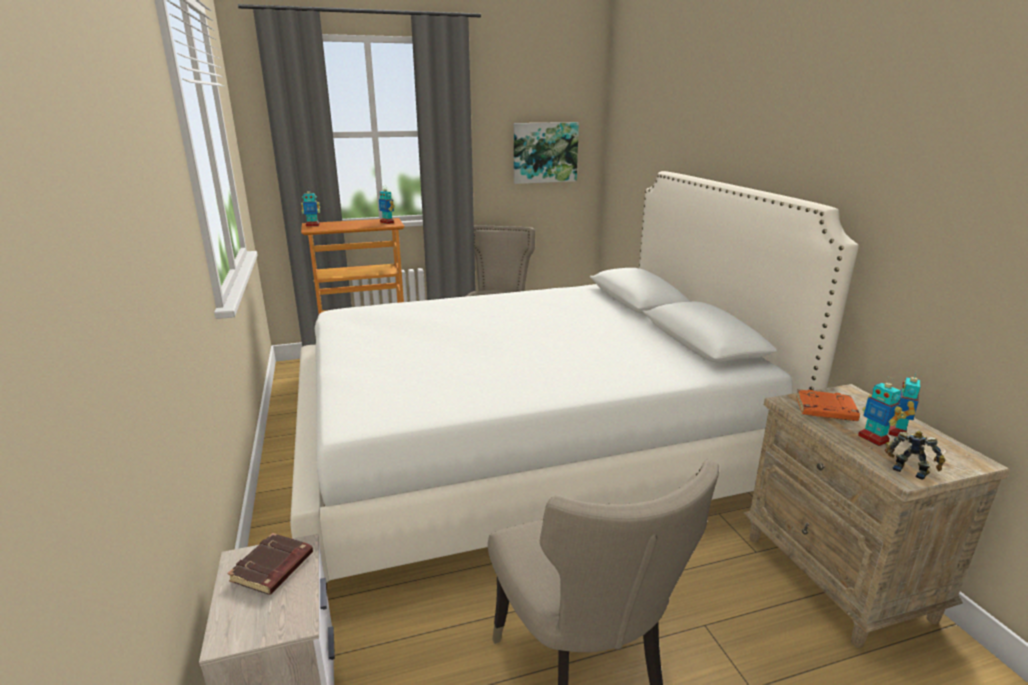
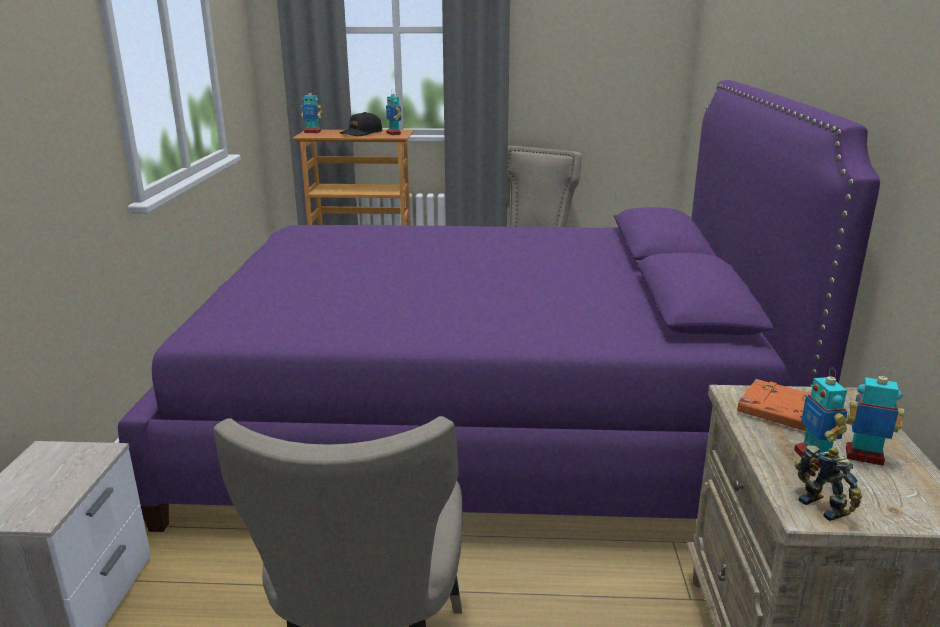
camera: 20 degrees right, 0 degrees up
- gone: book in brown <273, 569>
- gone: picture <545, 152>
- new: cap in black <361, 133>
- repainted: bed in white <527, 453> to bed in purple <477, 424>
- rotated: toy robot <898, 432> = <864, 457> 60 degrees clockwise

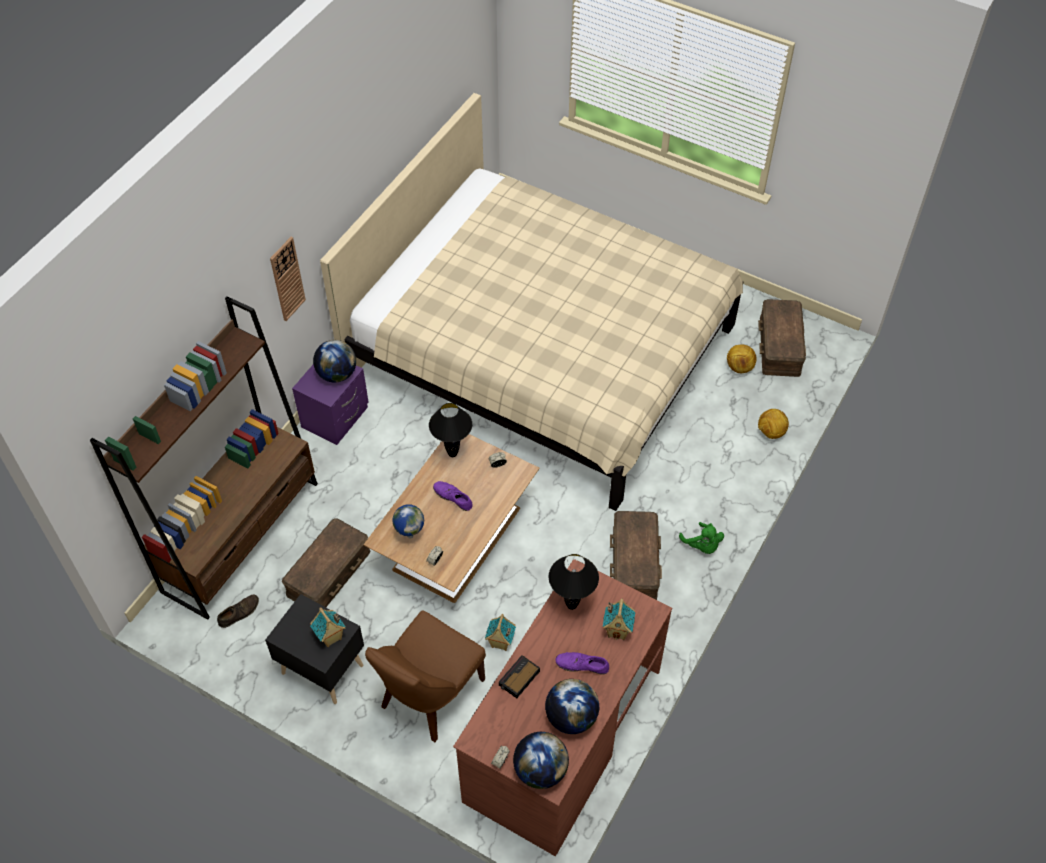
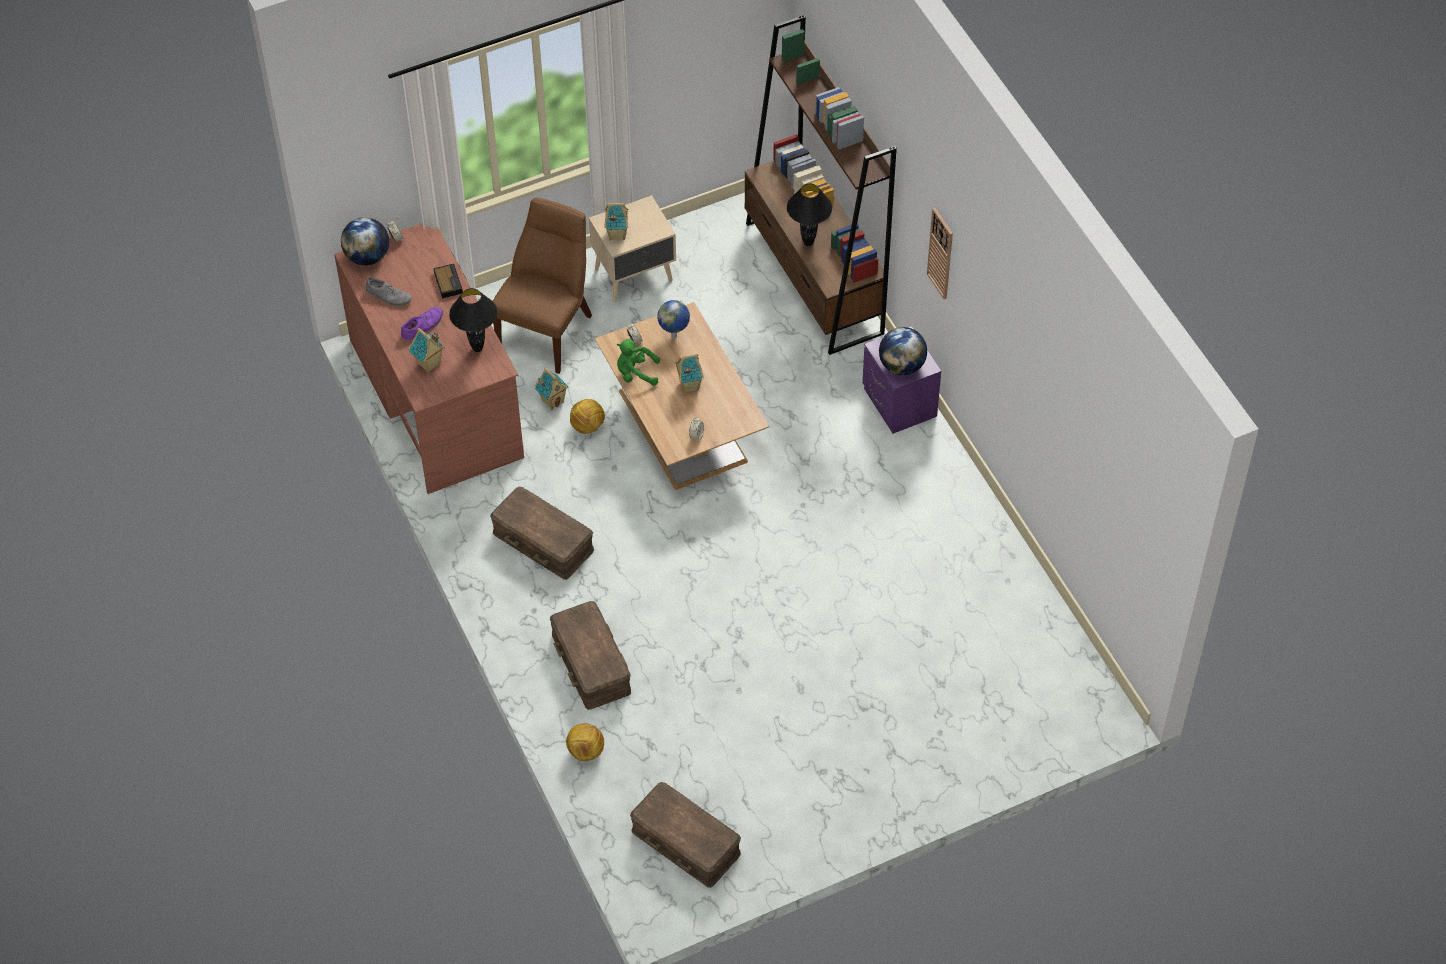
camera: 125 degrees right, 0 degrees up
- gone: shoe in brown <239, 613>
- gone: bed in beige <542, 353>
- shifted: storage box in brown <329, 573> to <590, 663>
- shifted: table lamp in black <452, 454> to <808, 242>
- shifted: plush toy in green <702, 545> to <636, 373>
- shifted: football <739, 367> to <588, 426>
- swapped: shoe in purple <453, 497> to toy house <688, 385>
- swapped: globe <571, 717> to shoe in grey <389, 296>
- repainted: nightstand in black <322, 667> to nightstand in beige <635, 276>
- rotated: chair in brown <429, 696> = <548, 330> 45 degrees clockwise

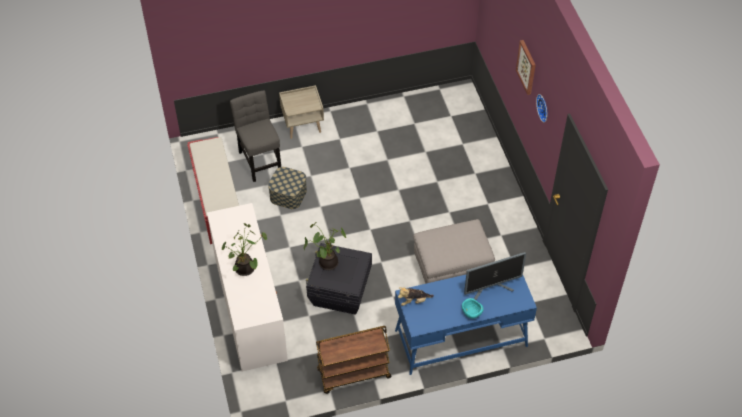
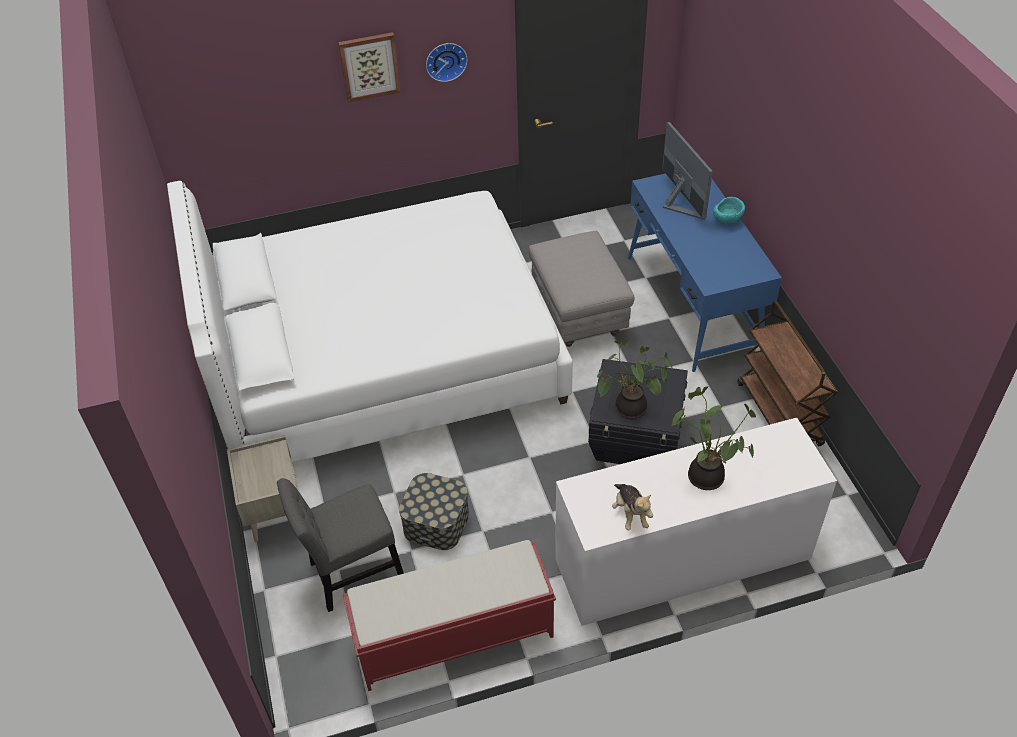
camera: 90 degrees left, 5 degrees down
- new: bed in white <384, 360>
- shifted: plush toy <414, 301> to <630, 513>

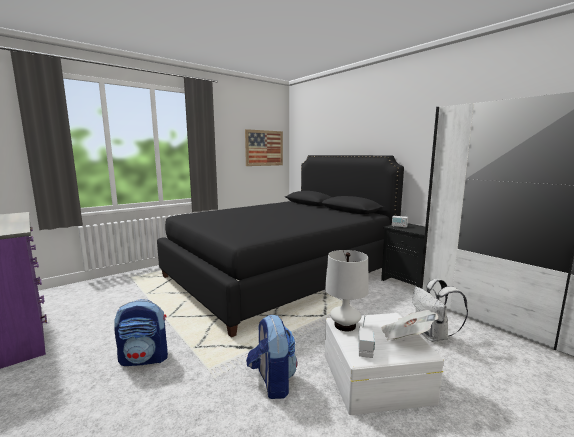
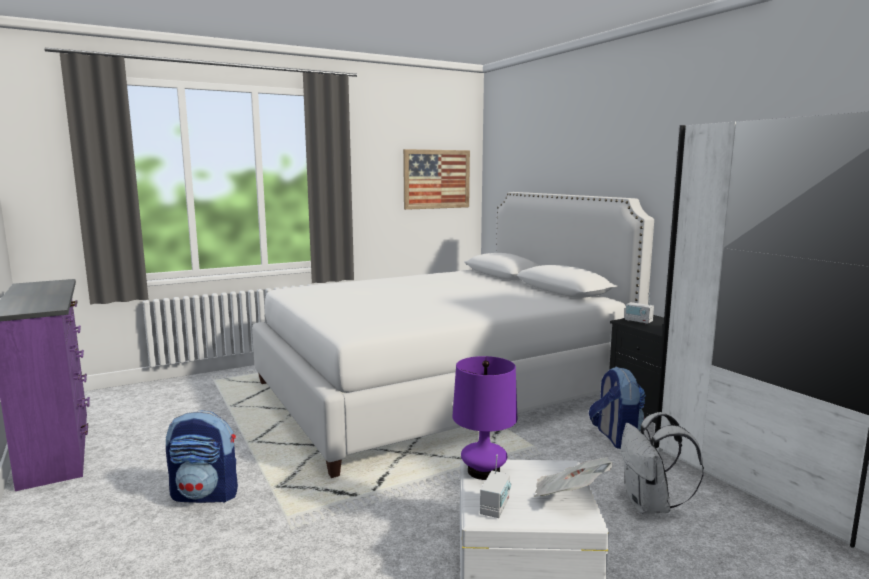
camera: 10 degrees right, 0 degrees up
- shifted: backpack <272, 382> to <615, 438>
- repainted: bed in black <280, 274> to bed in white <441, 390>
- repainted: table lamp in white <345, 325> to table lamp in purple <483, 471>

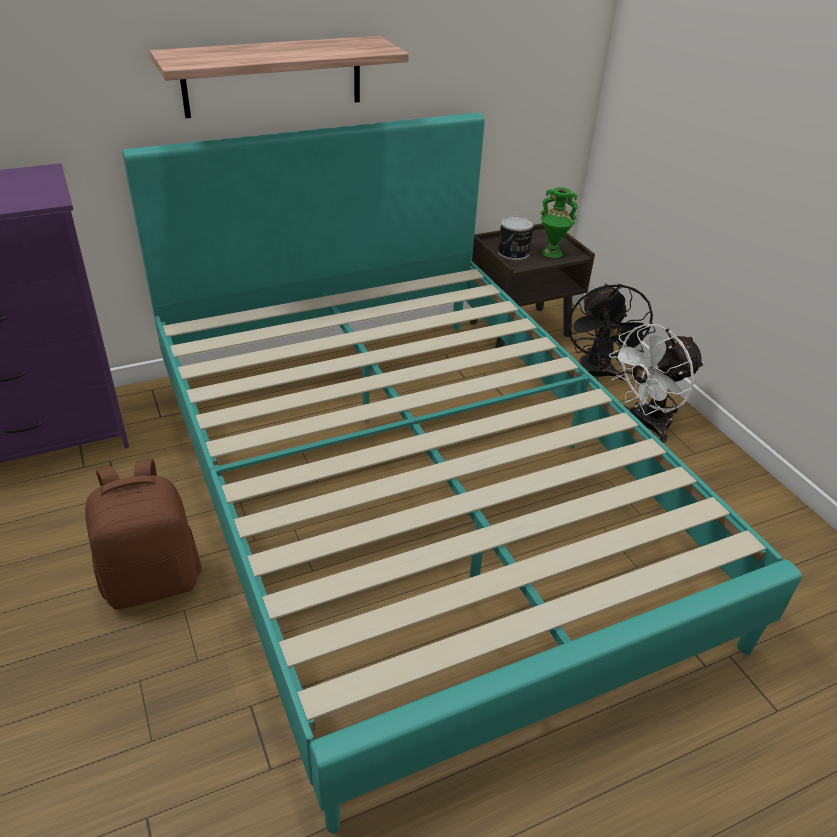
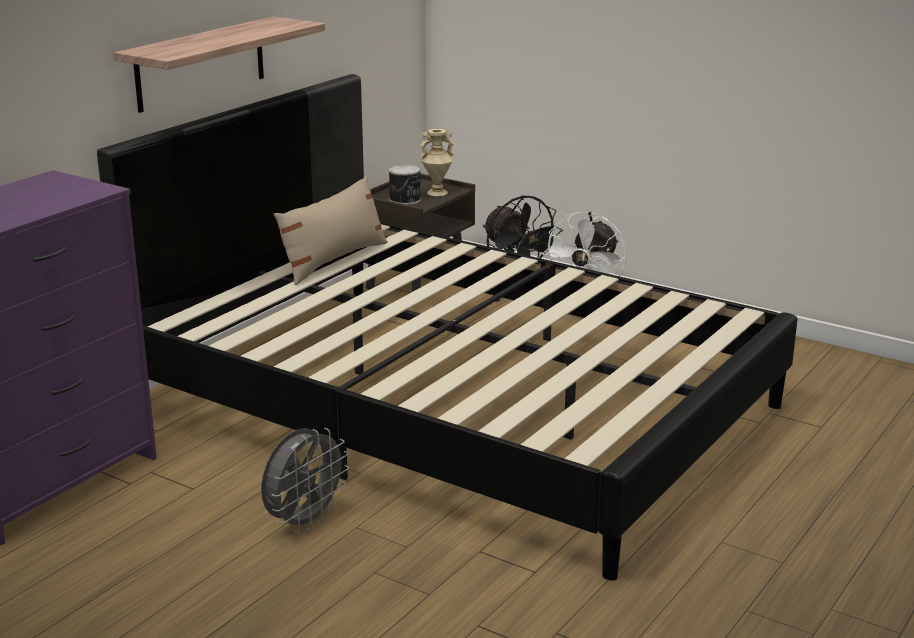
camera: 30 degrees left, 15 degrees down
- new: pillow in beige <333, 260>
- swapped: backpack in brown <153, 580> to fan in grey <304, 522>
- repainted: bed in turquoise <415, 493> to bed in black <456, 405>
- repainted: vase in green <552, 253> to vase in beige <437, 193>

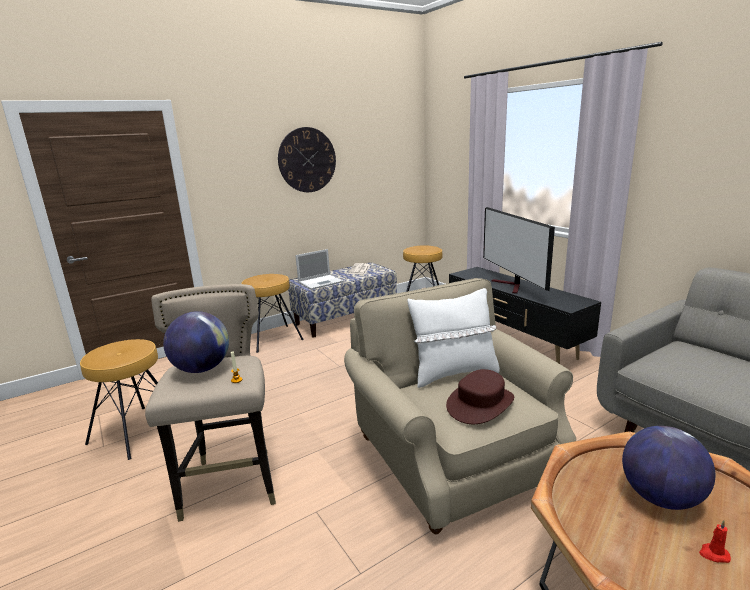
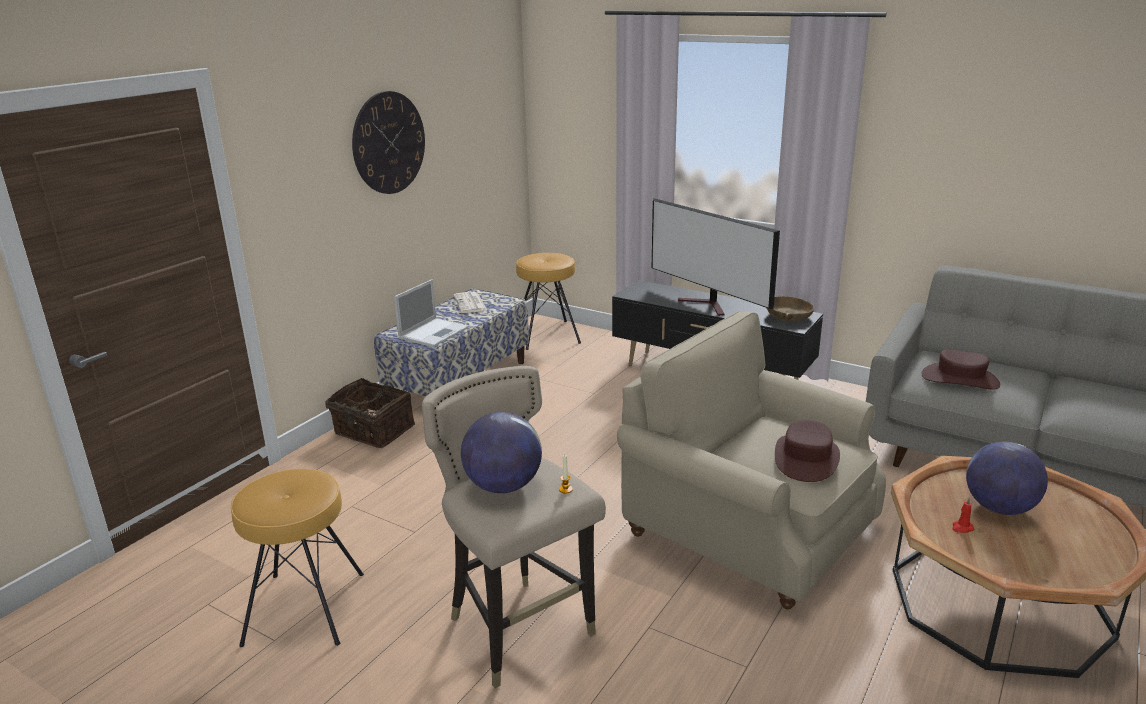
camera: 25 degrees left, 5 degrees up
- gone: pillow in white <453, 374>
- new: bowl in brown <788, 316>
- new: hat in brown <960, 379>
- shifted: candle in red <713, 554> to <962, 528>
- swapped: stool in brown <272, 338> to basket <372, 431>

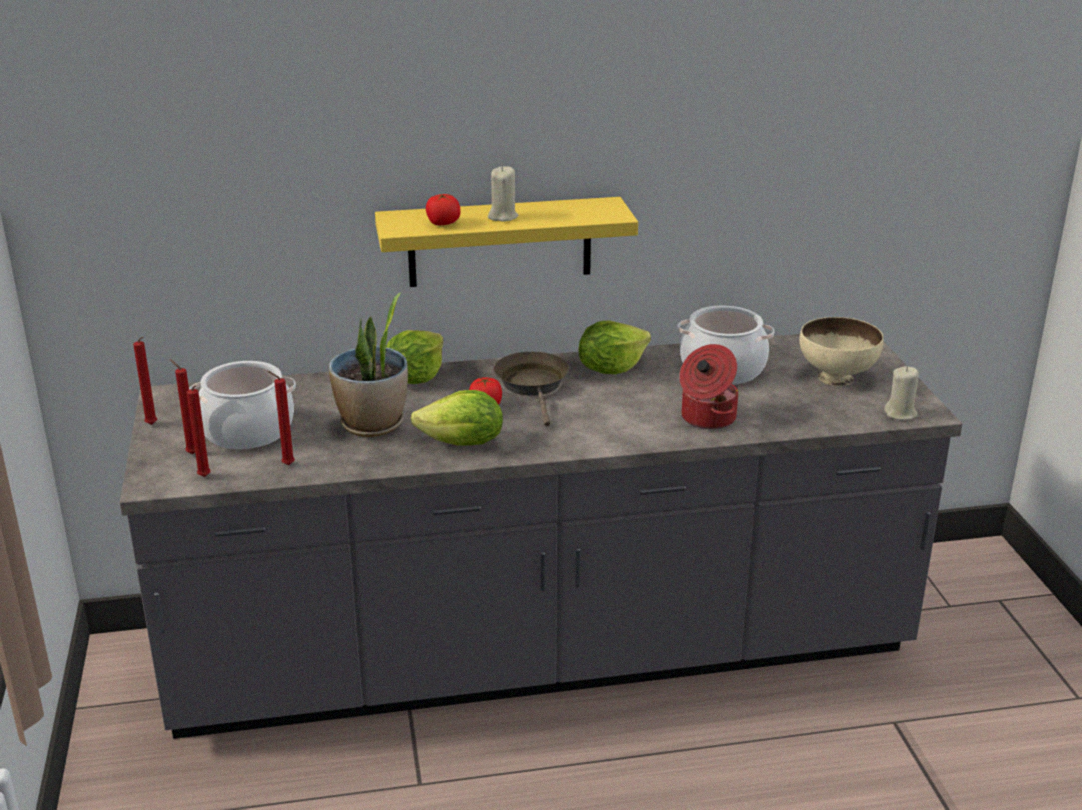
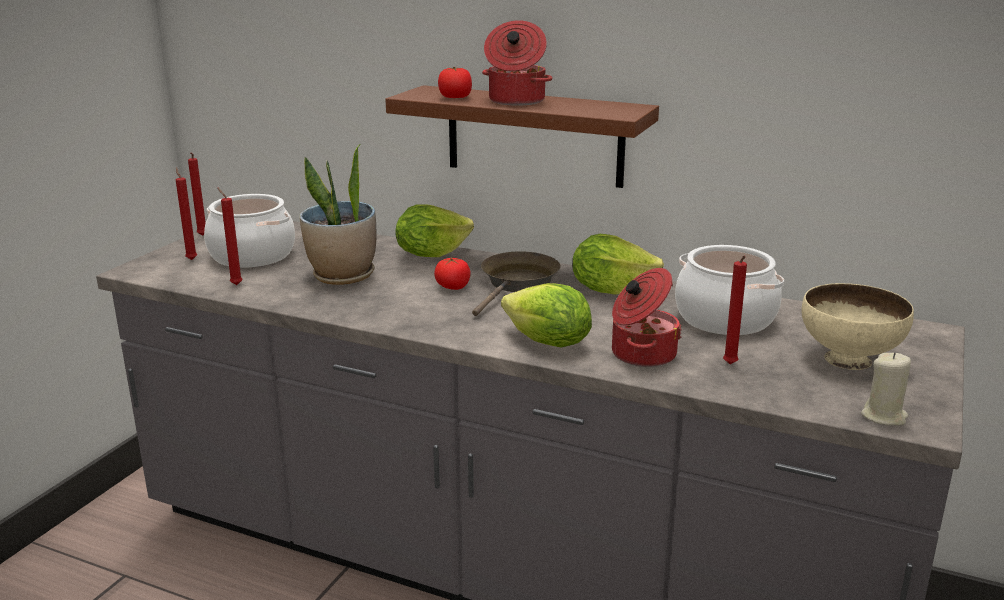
camera: 35 degrees right, 5 degrees down
- shifted: candle in red <205, 478> to <730, 365>
- shifted: lettuce <463, 444> to <548, 343>
- swapped: candle in beige <503, 216> to cooking pot <515, 101>
- repainted: shelf in yellow <500, 242> to shelf in brown <534, 136>

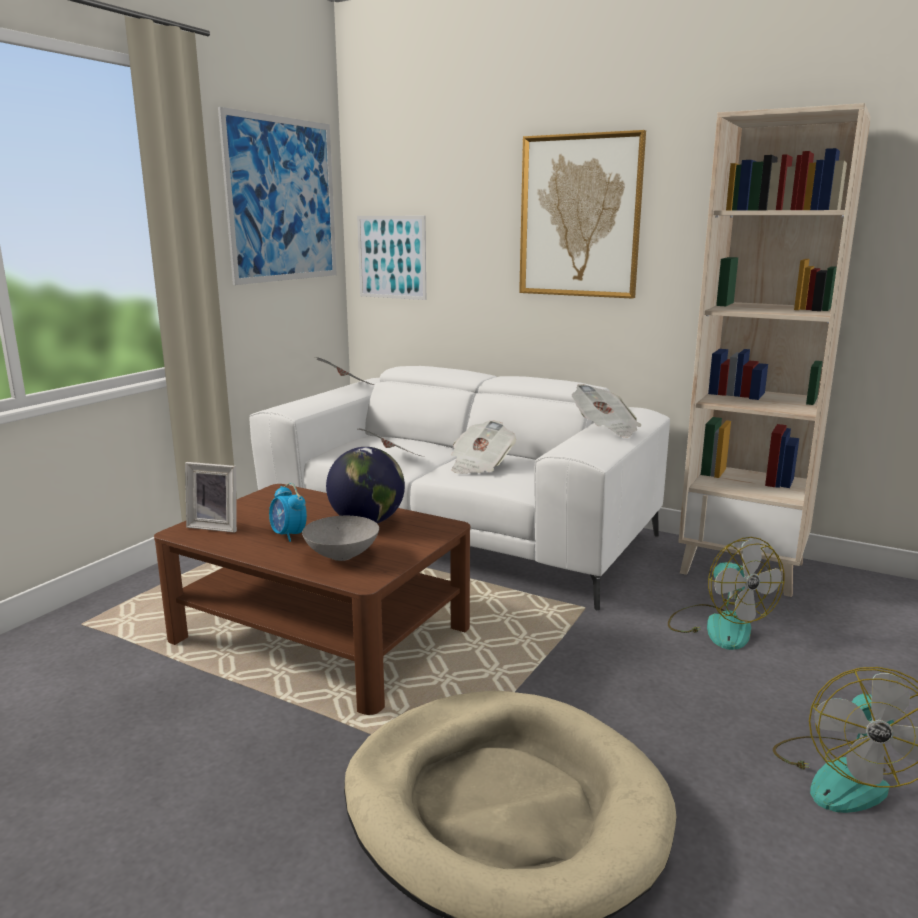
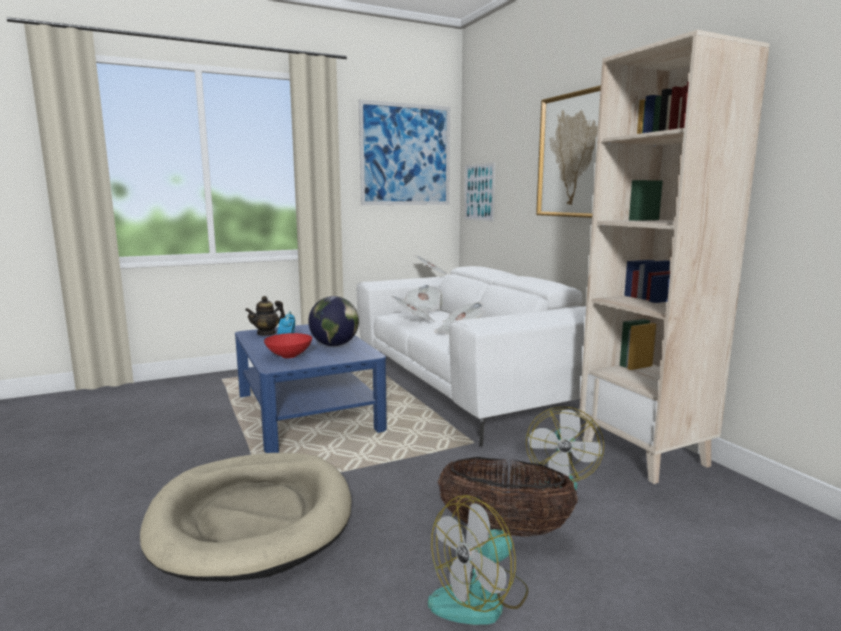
camera: 35 degrees right, 5 degrees down
- new: basket <504, 530>
- shifted: newspaper <605, 429> to <424, 309>
- swapped: picture frame <216, 526> to teapot <267, 333>
- repainted: coffee table in brown <321, 633> to coffee table in blue <308, 411>
- repainted: bowl in grey <343, 556> to bowl in red <289, 356>

